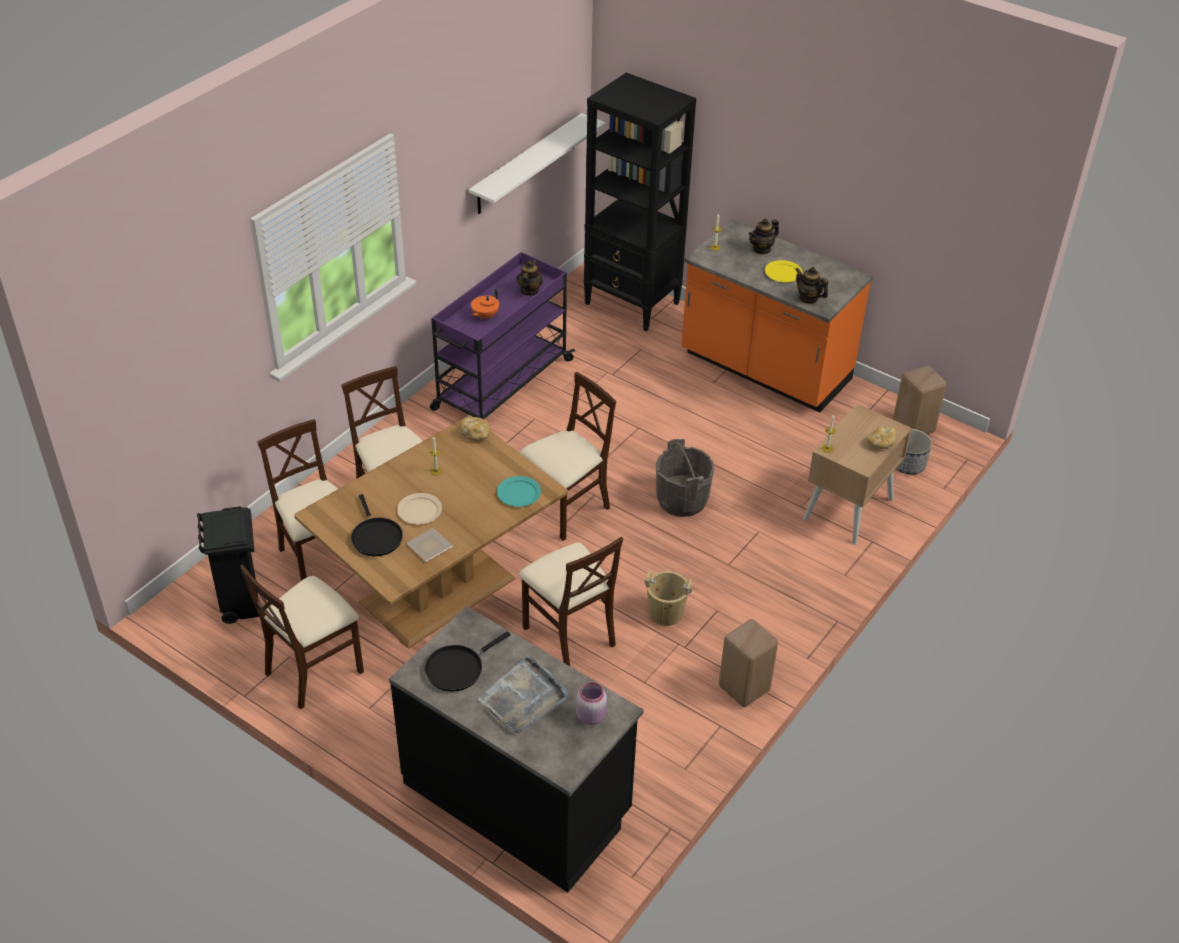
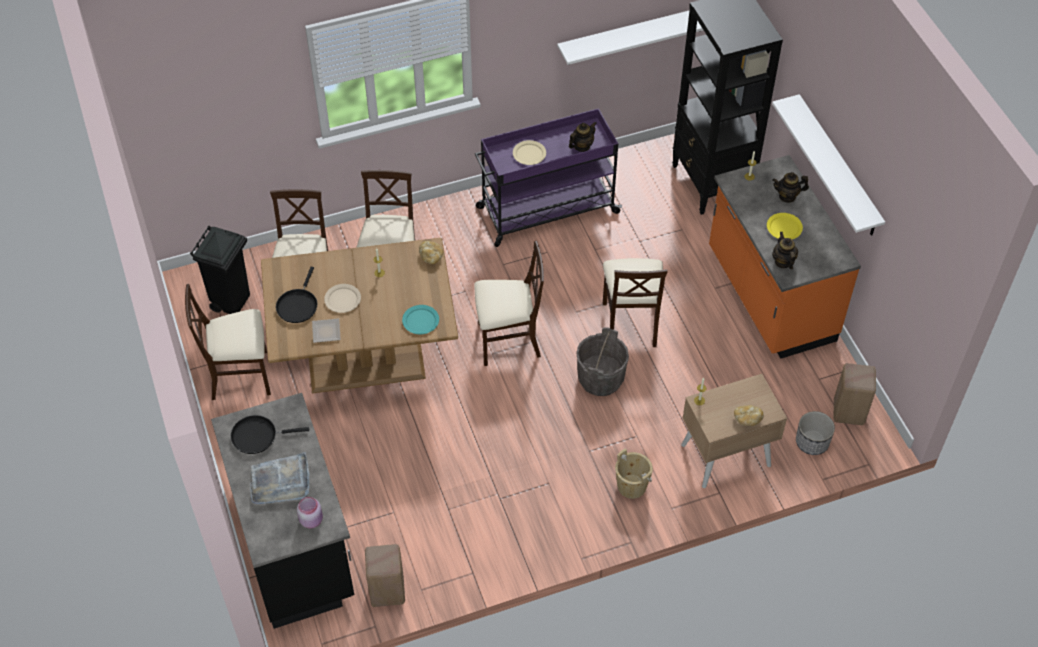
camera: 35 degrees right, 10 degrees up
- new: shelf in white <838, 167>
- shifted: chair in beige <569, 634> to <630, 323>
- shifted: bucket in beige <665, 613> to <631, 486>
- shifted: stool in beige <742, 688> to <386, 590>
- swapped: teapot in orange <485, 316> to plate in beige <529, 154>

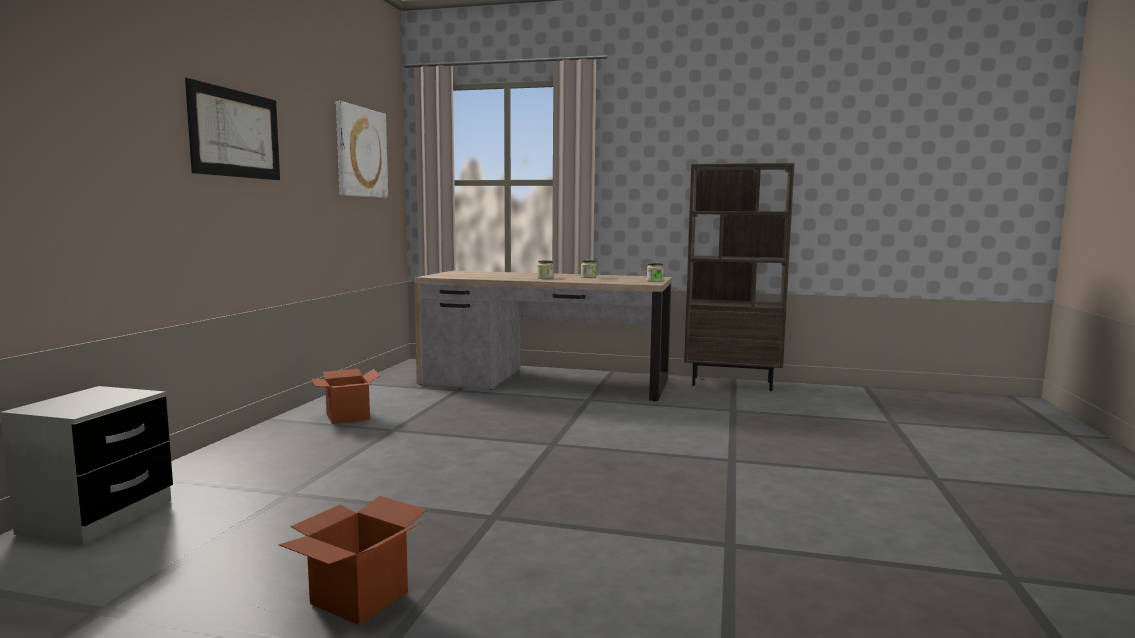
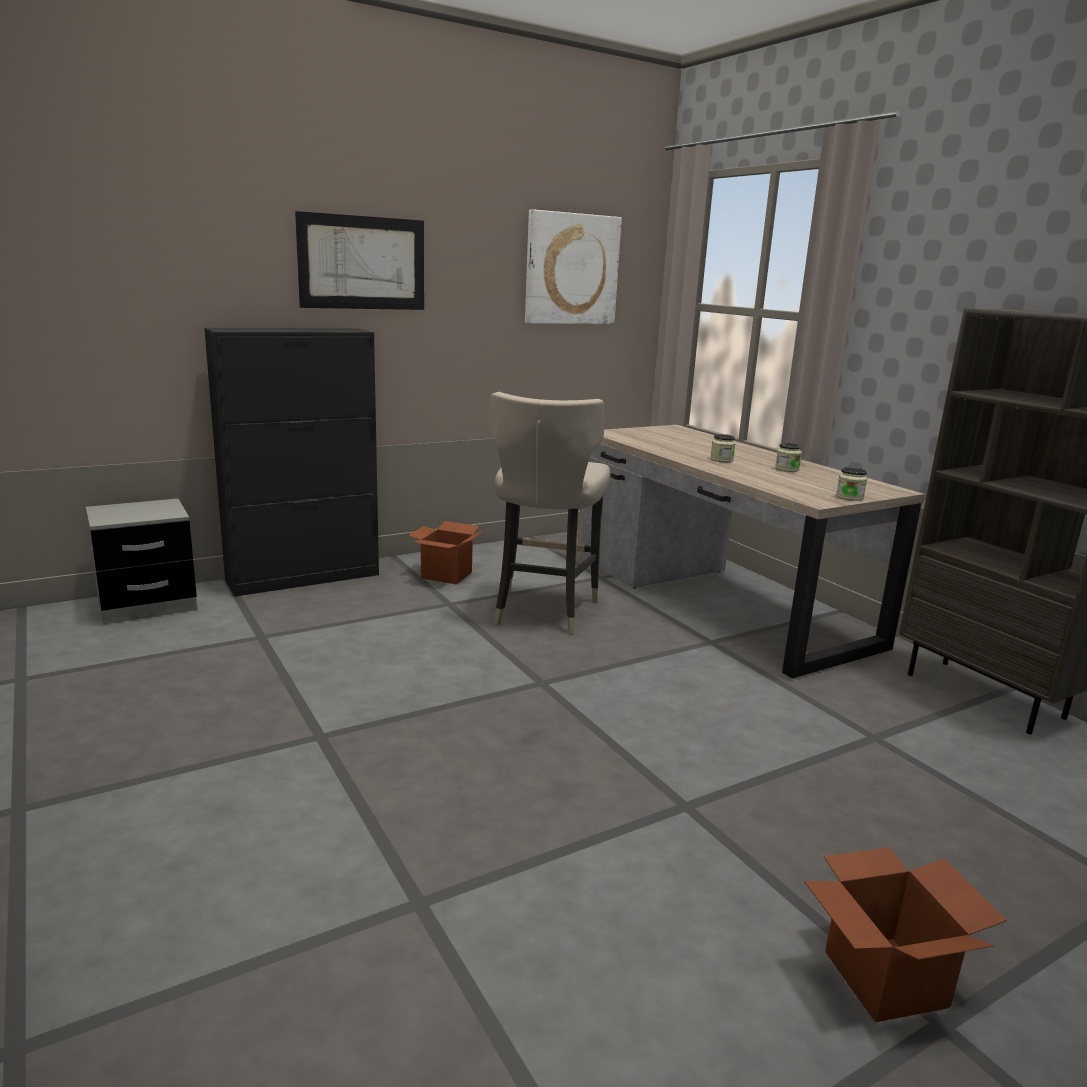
camera: 45 degrees right, 10 degrees up
- new: cabinet in black <304, 577>
- new: stool in beige <542, 610>
- shifted: cardboard box <360, 598> to <886, 979>

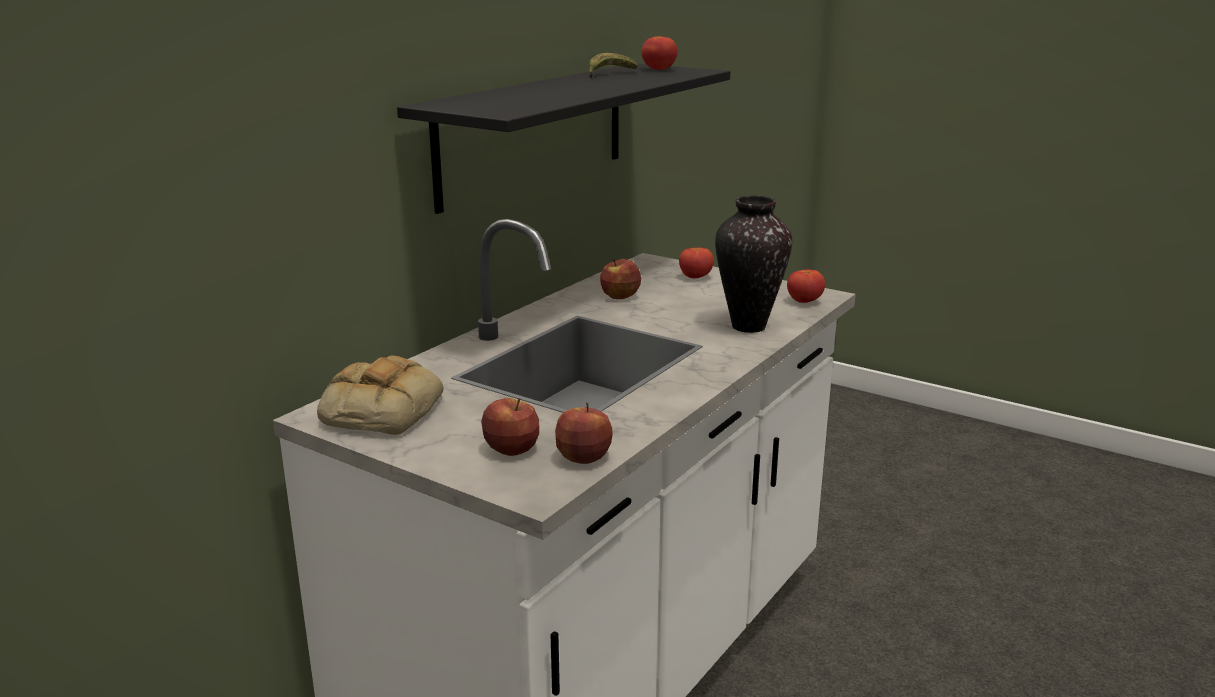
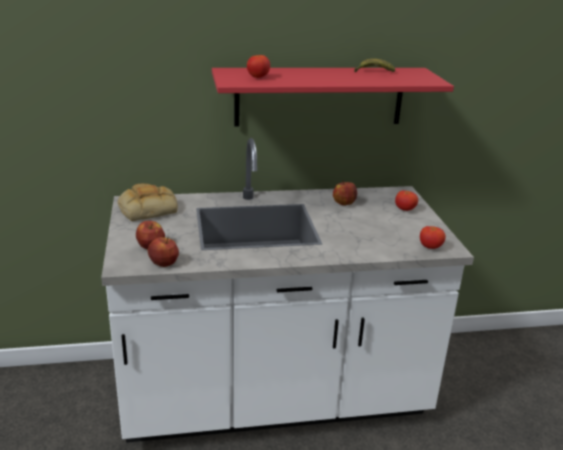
camera: 45 degrees right, 5 degrees up
- gone: vase <748, 326>
- shifted: tomato <659, 69> to <258, 77>
- repainted: shelf in black <533, 133> to shelf in red <319, 96>

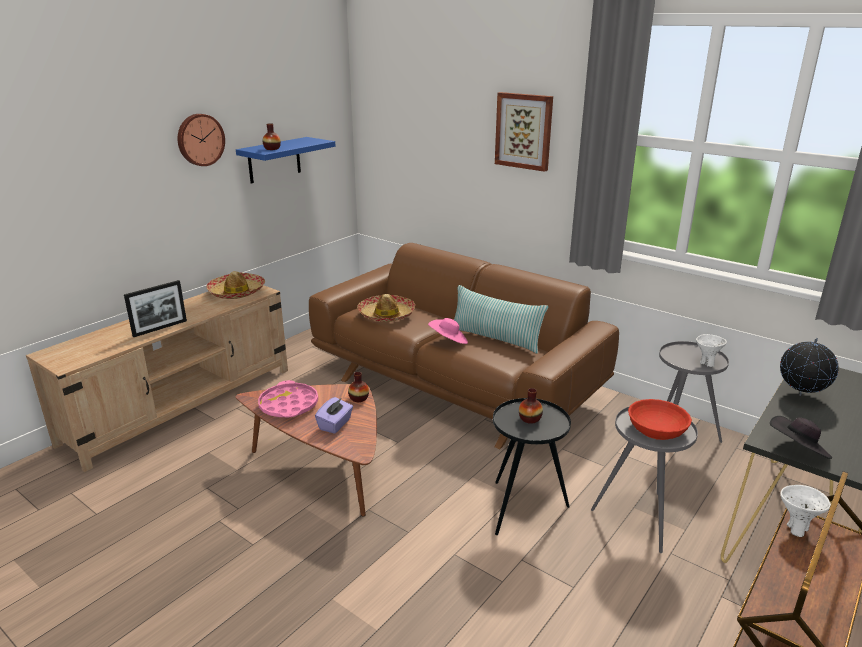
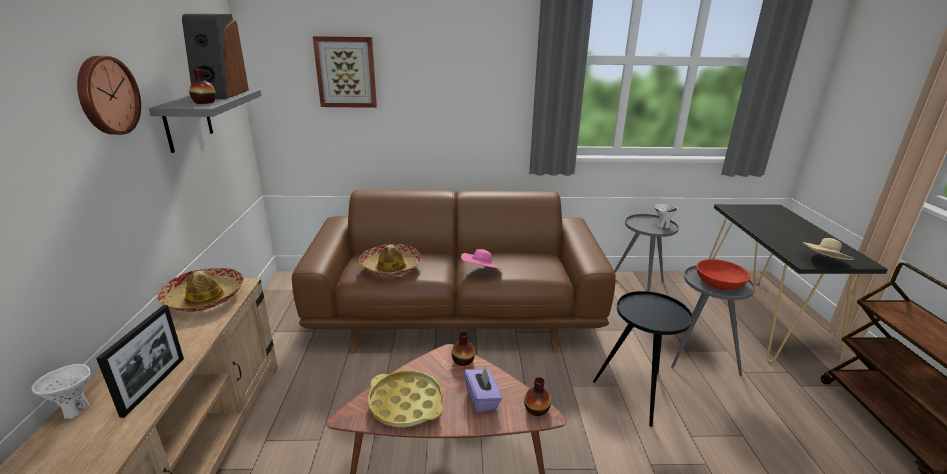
camera: 40 degrees left, 0 degrees up
- gone: pillow <495, 338>
- gone: globe <801, 395>
- new: speaker <221, 94>
- shifted: picture <524, 131> to <346, 72>
- shifted: vase <530, 419> to <536, 409>
- shifted: bowl in white <796, 529> to <75, 410>
- repainted: shelf in blue <274, 160> to shelf in grey <187, 120>
- repainted: tray in pink <288, 405> to tray in yellow <405, 403>
- repainted: hat in black <797, 450> to hat in beige <824, 262>

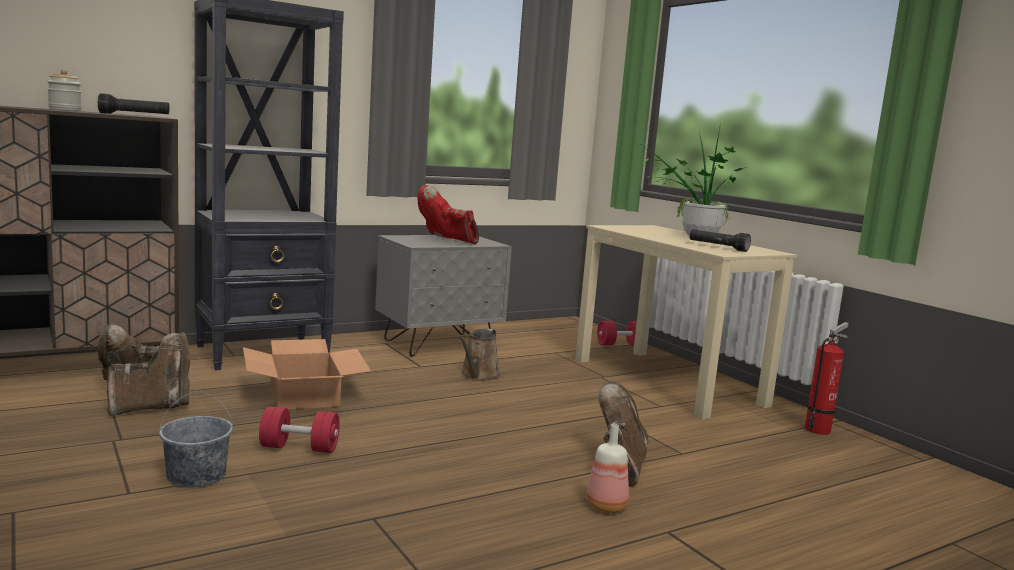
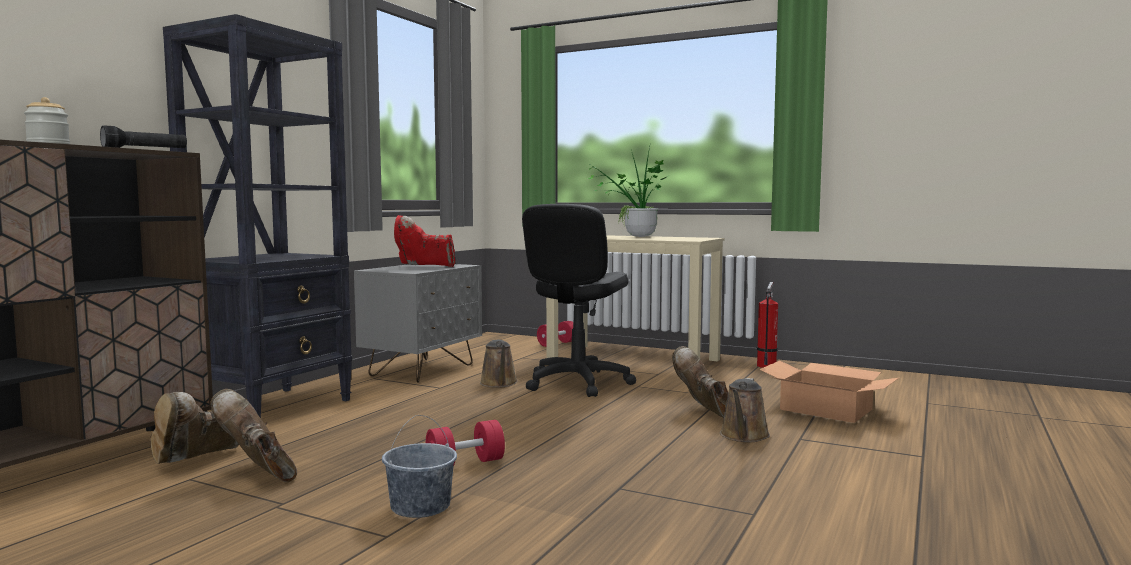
camera: 30 degrees left, 5 degrees down
- gone: flashlight in black <717, 247>
- new: office chair in black <577, 383>
- shifted: cardboard box <304, 394> to <826, 409>
- swapped: bottle <607, 507> to watering can in brown <743, 436>
- rotated: boot in brown <154, 408> = <259, 473> 75 degrees counterclockwise

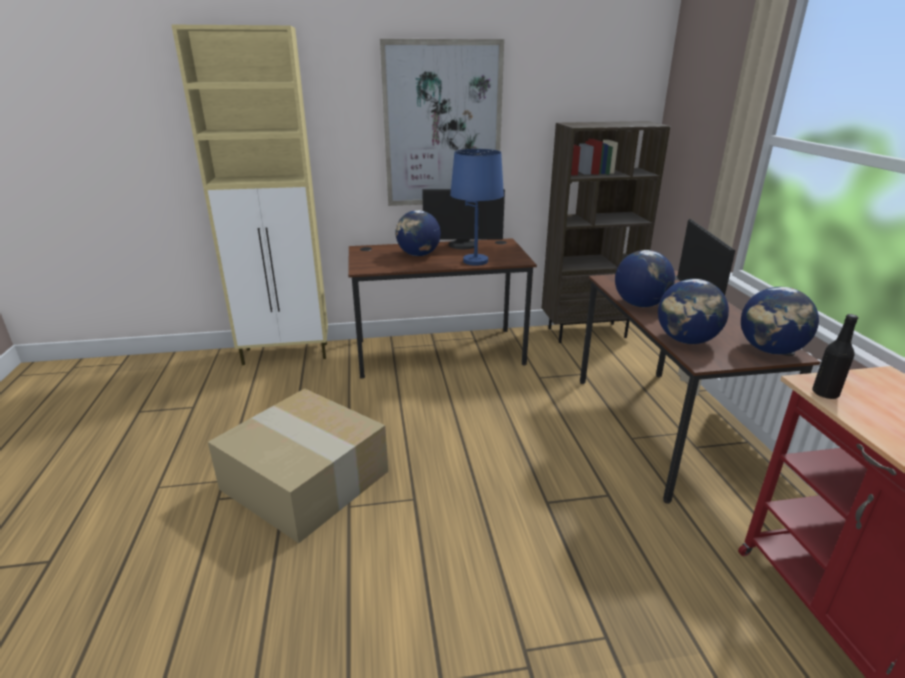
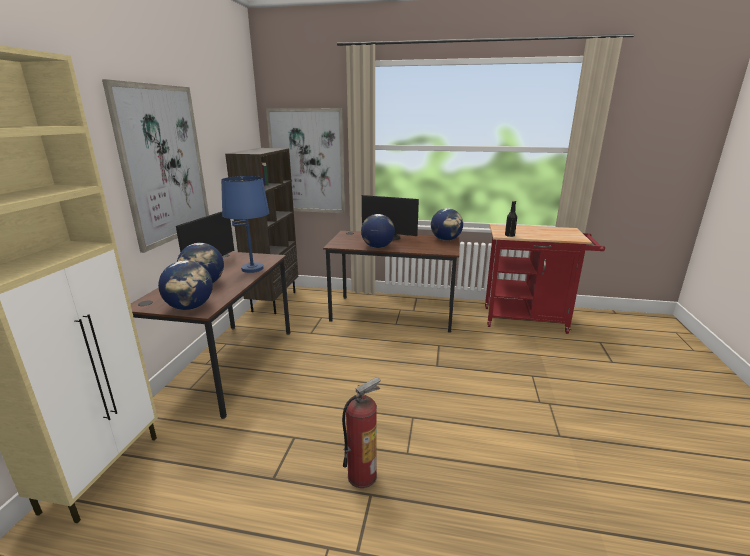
camera: 70 degrees left, 5 degrees down
- new: picture <307, 161>
- shifted: globe <686, 340> to <190, 307>
- swapped: cardboard box <308, 480> to fire extinguisher <362, 475>

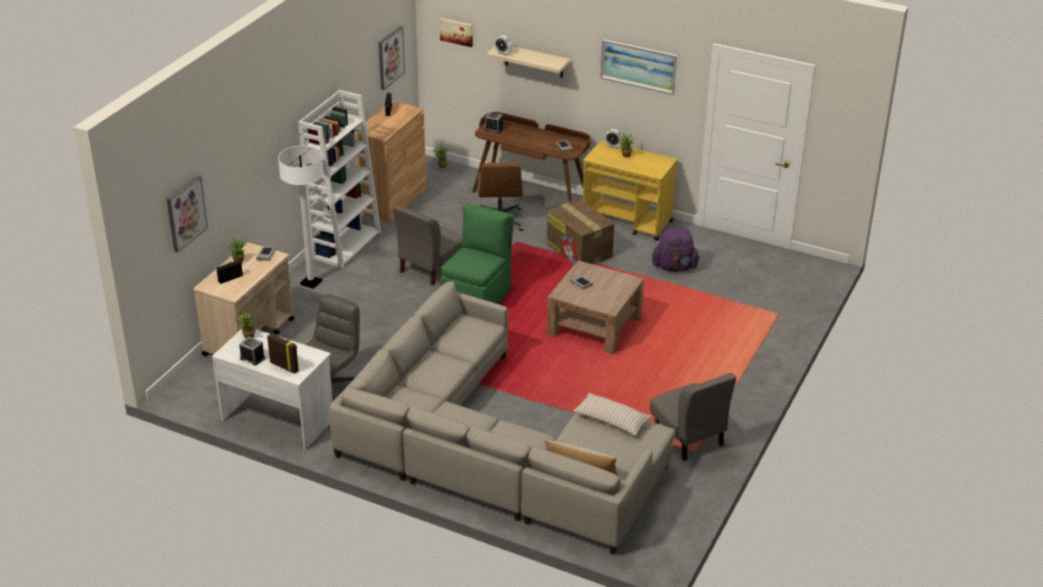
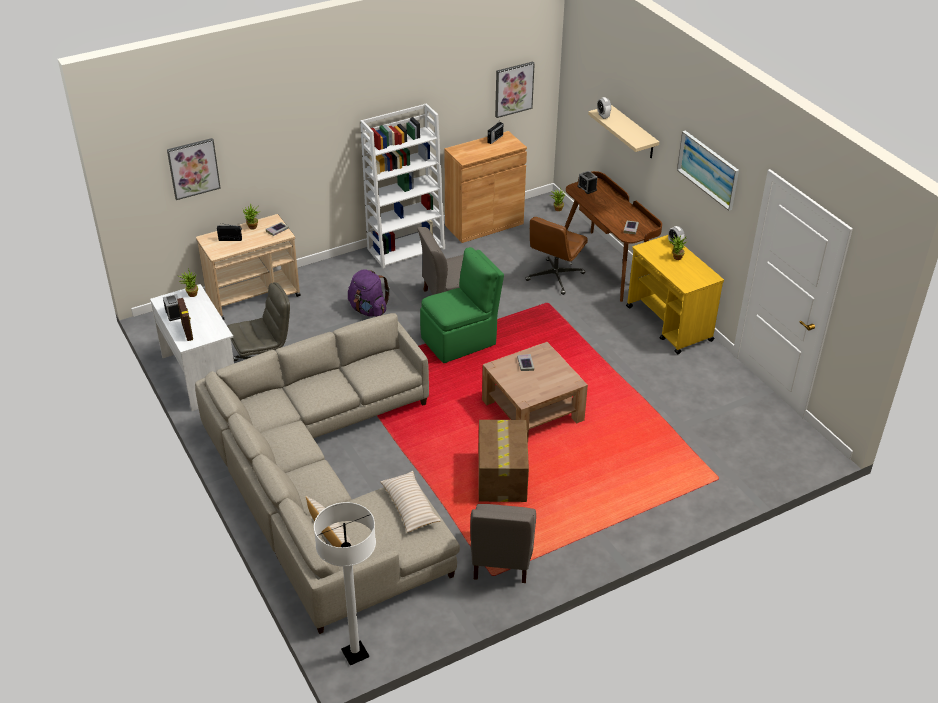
camera: 35 degrees right, 5 degrees up
- gone: picture <457, 31>
- shifted: floor lamp in white <311, 282> to <355, 653>
- shifted: cardboard box <580, 250> to <502, 478>
- shifted: backpack in purple <674, 267> to <368, 310>

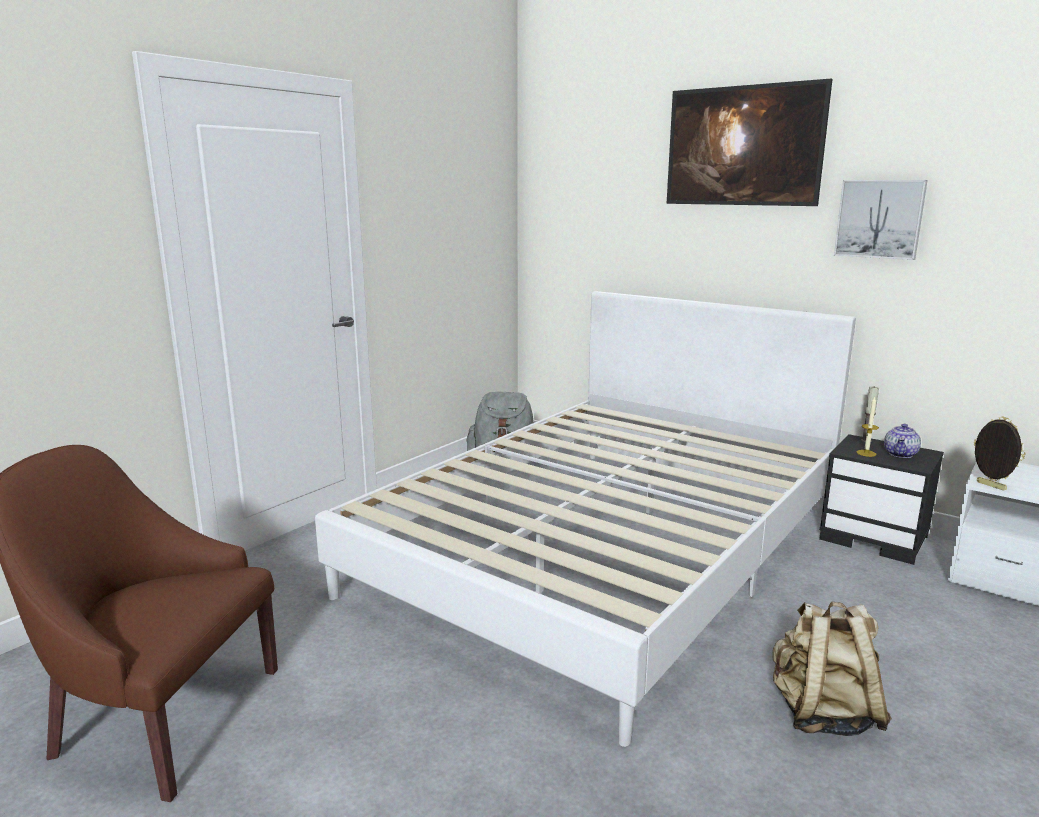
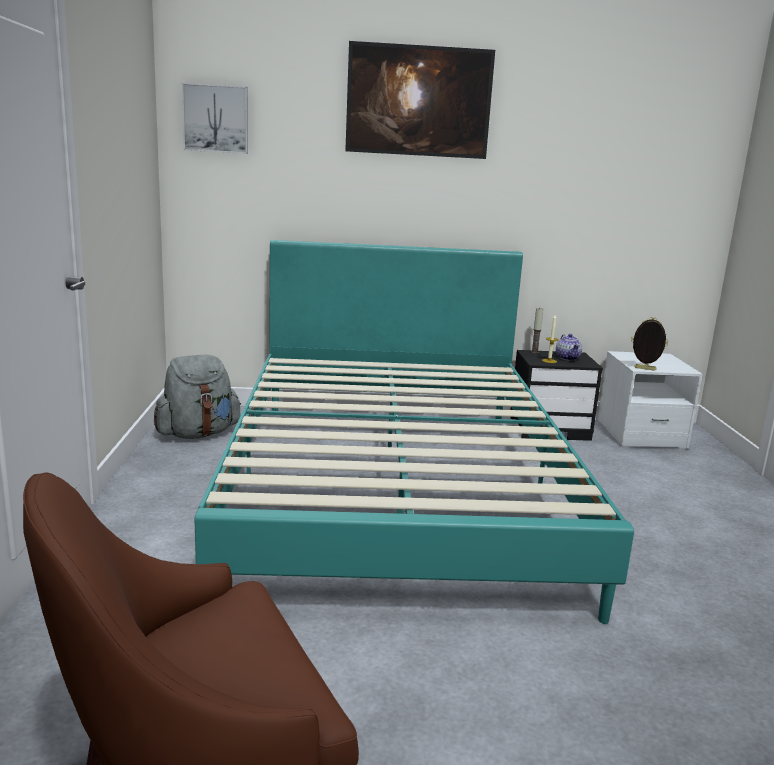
camera: 40 degrees left, 0 degrees up
- gone: backpack in beige <822, 714>
- shifted: picture <879, 219> to <216, 119>
- repainted: bed in white <606, 550> to bed in turquoise <396, 487>

